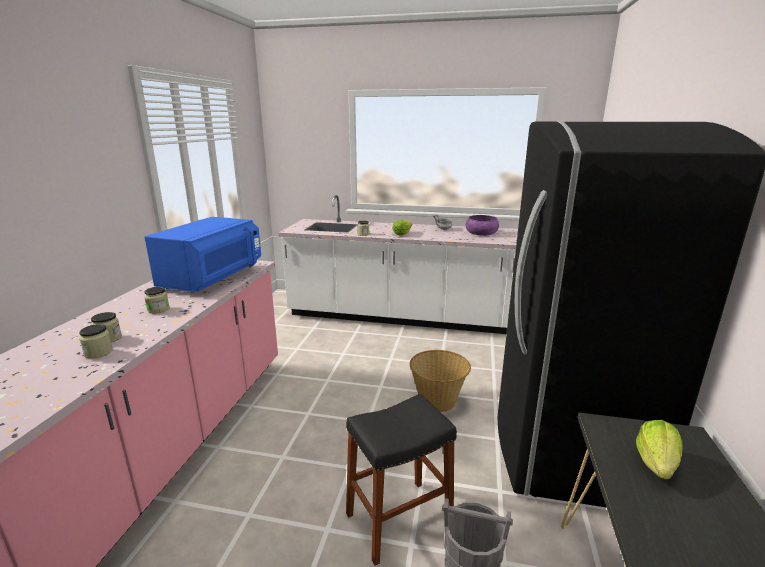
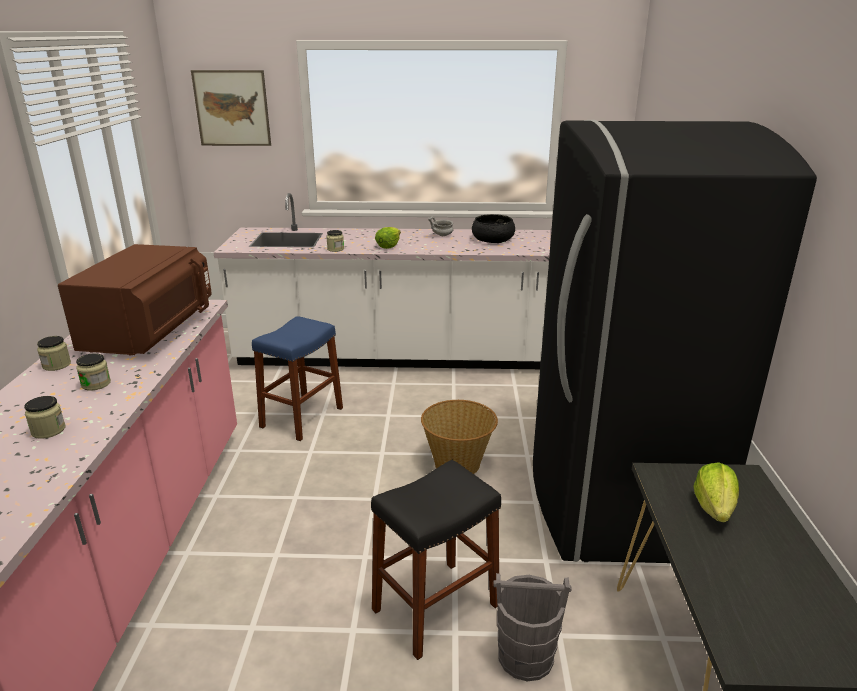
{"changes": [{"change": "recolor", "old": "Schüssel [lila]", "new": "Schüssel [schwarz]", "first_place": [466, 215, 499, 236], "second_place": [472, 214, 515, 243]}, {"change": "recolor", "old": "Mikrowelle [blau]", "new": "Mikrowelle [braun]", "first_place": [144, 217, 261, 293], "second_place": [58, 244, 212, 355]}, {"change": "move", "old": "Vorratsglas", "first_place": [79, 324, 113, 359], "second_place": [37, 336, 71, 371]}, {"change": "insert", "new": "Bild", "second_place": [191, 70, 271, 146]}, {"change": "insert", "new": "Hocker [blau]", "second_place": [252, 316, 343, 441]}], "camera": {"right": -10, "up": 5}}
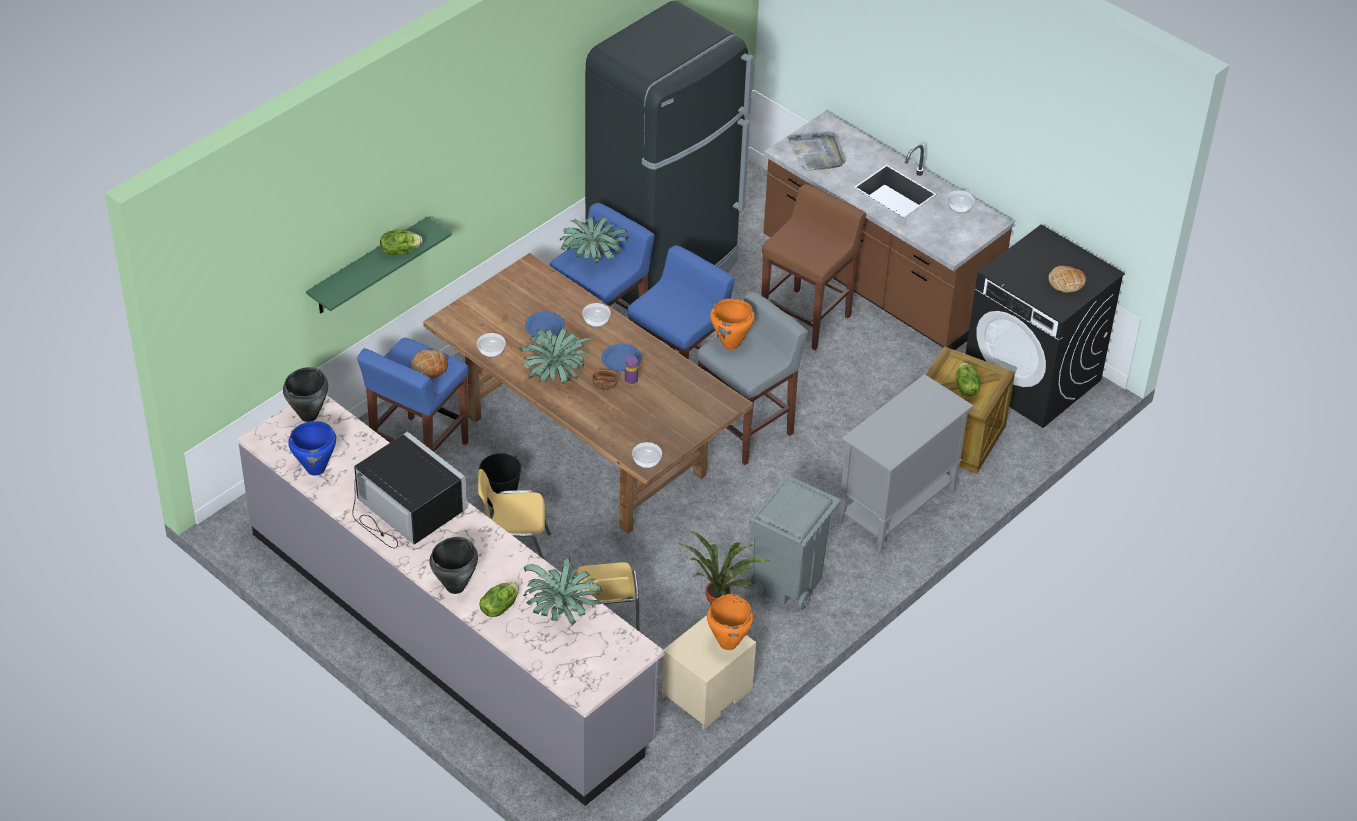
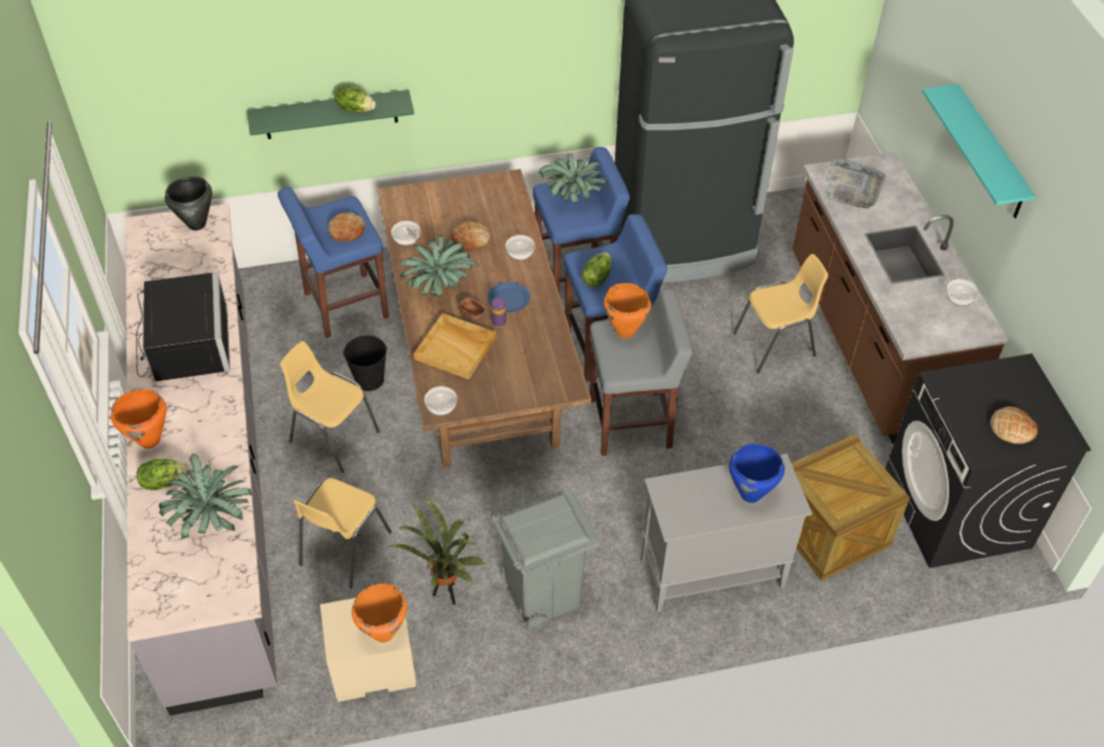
{"changes": [{"change": "replace", "old": "Hocker [braun]", "new": "Stuhl [gelb]", "first_place": [761, 184, 866, 350], "second_place": [733, 254, 828, 373]}, {"change": "replace", "old": "Teller [blau]", "new": "Brot", "first_place": [525, 311, 565, 338], "second_place": [451, 221, 490, 251]}, {"change": "move", "old": "Salatkopf", "first_place": [956, 363, 981, 397], "second_place": [581, 252, 611, 286]}, {"change": "move", "old": "Kochtopf [blau]", "first_place": [288, 421, 336, 476], "second_place": [729, 444, 785, 503]}, {"change": "recolor", "old": "Kochtopf [schwarz]", "new": "Kochtopf [orange]", "first_place": [429, 537, 478, 594], "second_place": [111, 389, 167, 448]}, {"change": "insert", "new": "Wandregal [türkis]", "second_place": [922, 84, 1036, 218]}, {"change": "insert", "new": "Tablett [beige]", "second_place": [414, 313, 496, 379]}], "camera": {"right": 35, "up": 5}}
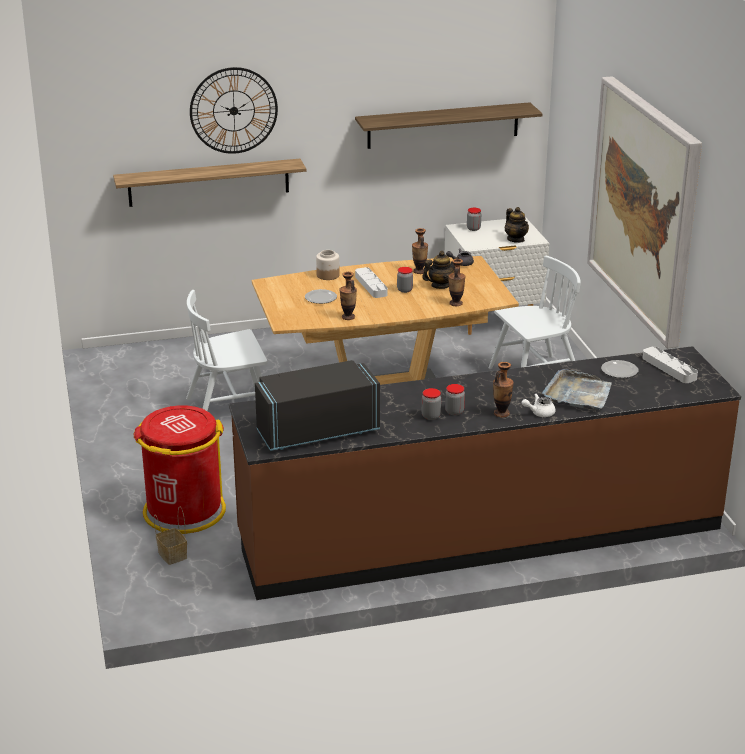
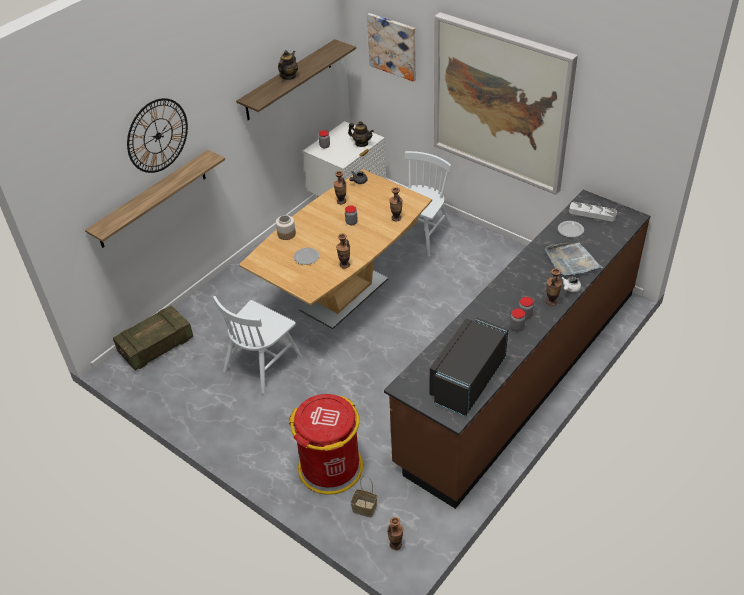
{"changes": [{"change": "move", "old": "Teekanne", "first_place": [422, 251, 460, 289], "second_place": [278, 50, 298, 80]}, {"change": "delete", "old": "Tablett [grau]", "first_place": [355, 267, 388, 298]}, {"change": "insert", "new": "Bild", "second_place": [367, 13, 416, 82]}, {"change": "insert", "new": "Kiste", "second_place": [113, 305, 193, 370]}, {"change": "insert", "new": "Vase", "second_place": [387, 517, 403, 550]}], "camera": {"right": -35, "up": 15}}
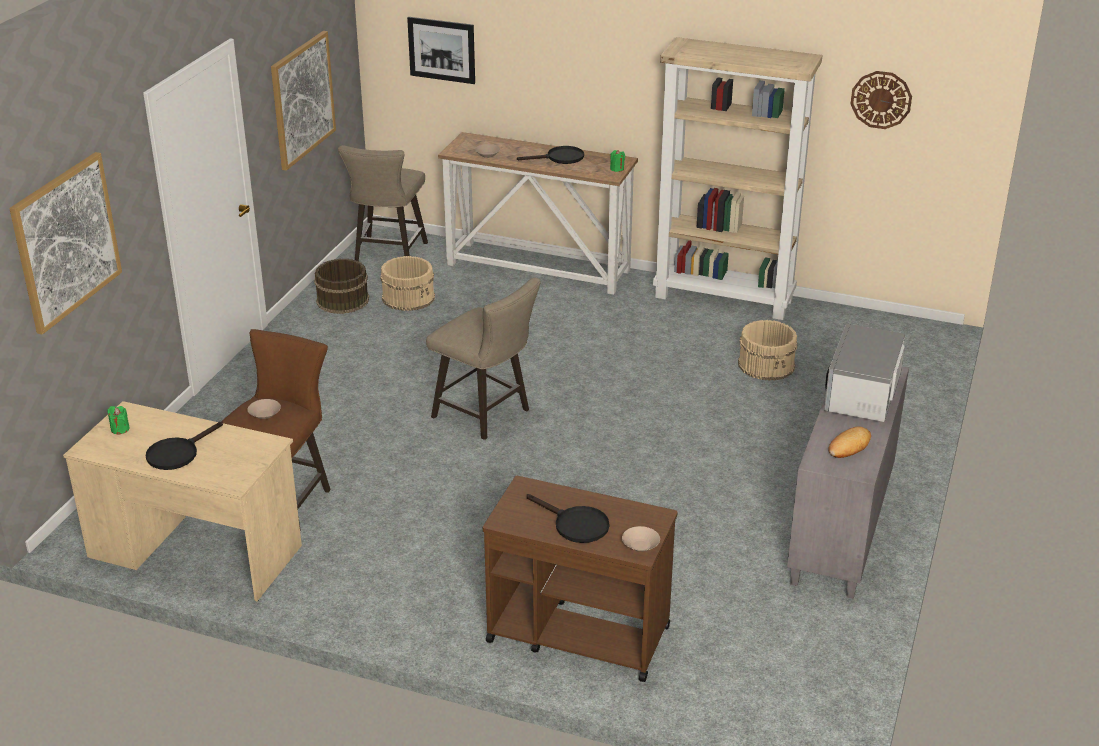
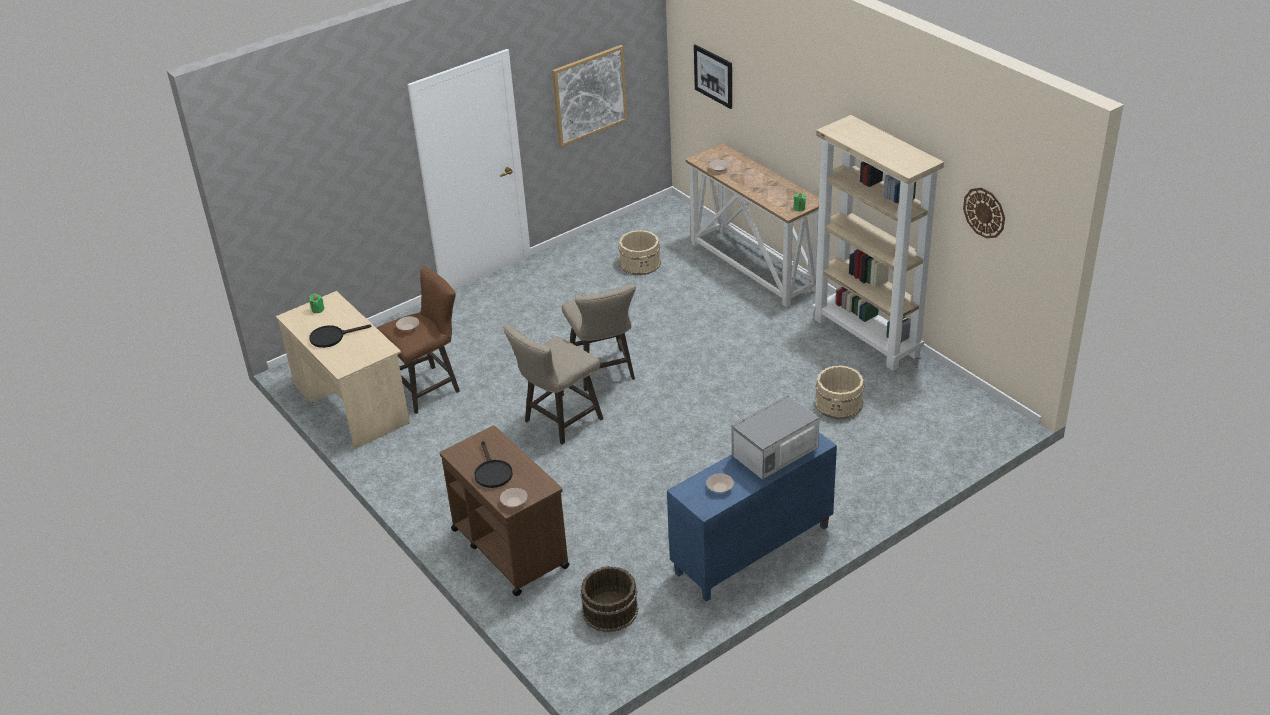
{"changes": [{"change": "move", "old": "Hocker [beige]", "first_place": [338, 145, 428, 261], "second_place": [503, 325, 603, 444]}, {"change": "delete", "old": "Pfanne [schwarz]", "first_place": [517, 146, 584, 164]}, {"change": "delete", "old": "Bild", "first_place": [9, 152, 122, 335]}, {"change": "move", "old": "Eimer [braun]", "first_place": [314, 259, 369, 314], "second_place": [580, 566, 639, 632]}, {"change": "recolor", "old": "Schrank [grau]", "new": "Schrank [blau]", "first_place": [787, 367, 909, 599], "second_place": [667, 433, 837, 602]}, {"change": "replace", "old": "Brot", "new": "Schüssel [beige]", "first_place": [828, 426, 871, 458], "second_place": [706, 474, 734, 493]}], "camera": {"right": 35, "up": 5}}
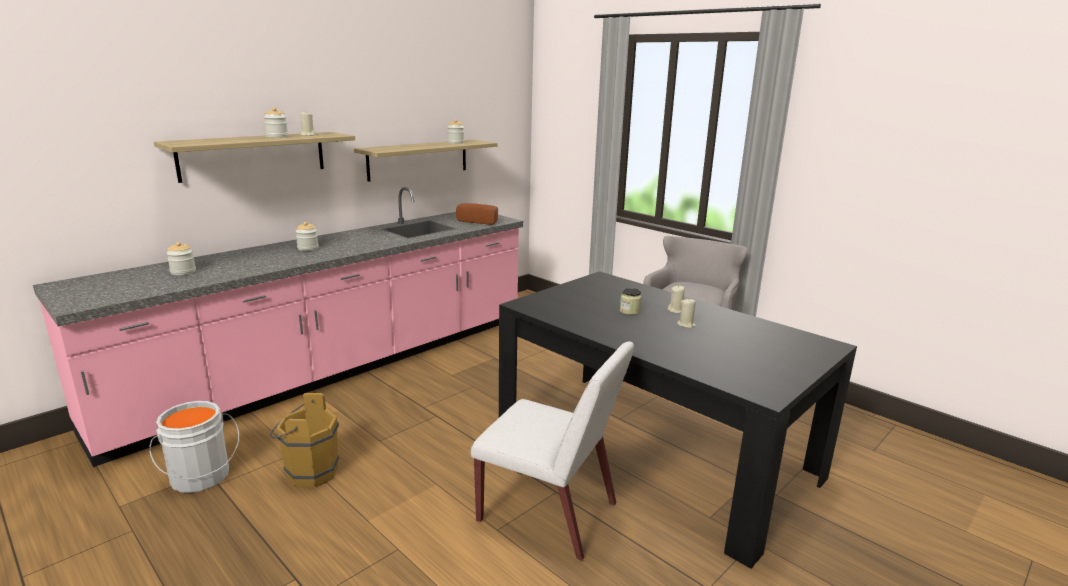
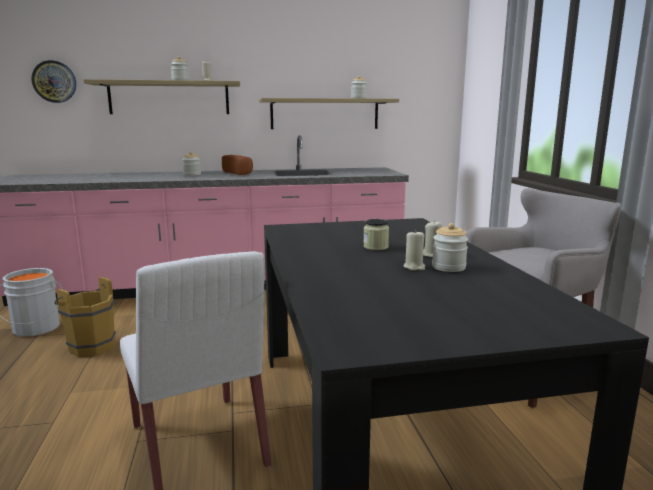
{"changes": [{"change": "move", "old": "Brot", "first_place": [456, 203, 498, 225], "second_place": [222, 155, 253, 175]}, {"change": "move", "old": "Vorratsglas", "first_place": [167, 242, 196, 275], "second_place": [432, 223, 468, 272]}, {"change": "insert", "new": "Wanduhr", "second_place": [32, 60, 76, 103]}], "camera": {"right": 35, "up": -5}}
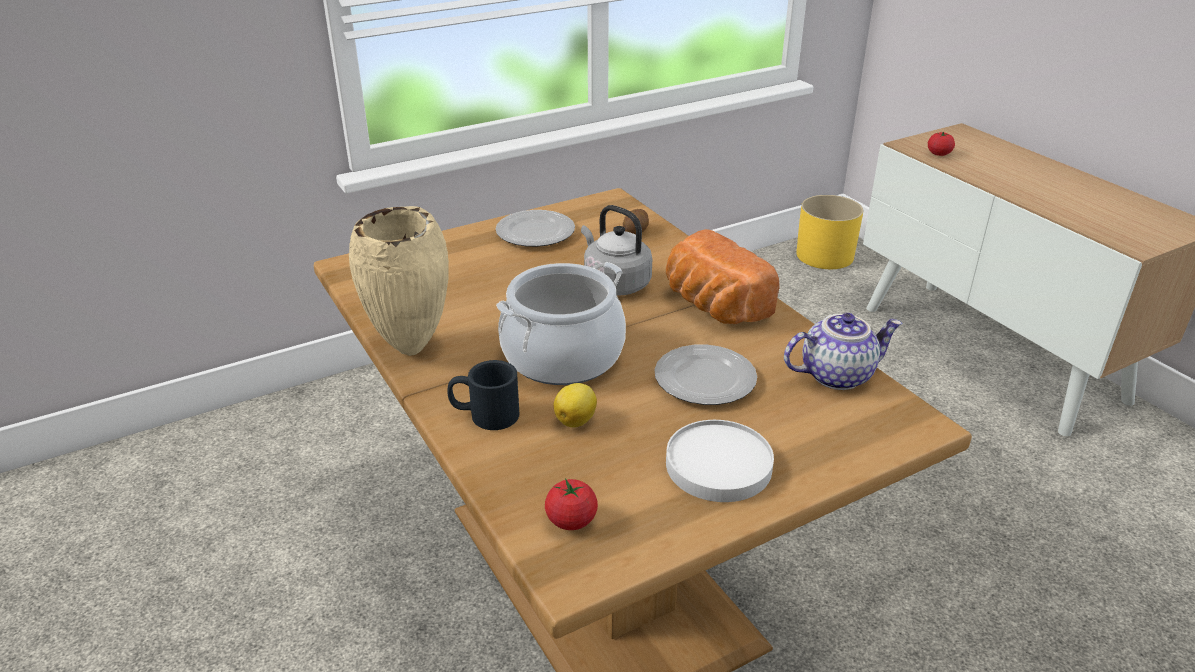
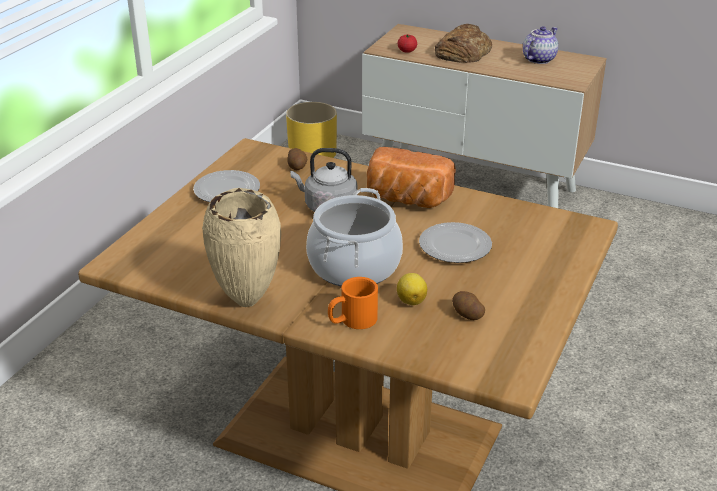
{"changes": [{"change": "move", "old": "Teekanne", "first_place": [784, 313, 903, 390], "second_place": [523, 26, 558, 64]}, {"change": "recolor", "old": "Henkelbecher [schwarz]", "new": "Henkelbecher [orange]", "first_place": [447, 360, 520, 430], "second_place": [328, 277, 378, 329]}, {"change": "delete", "old": "Teller [weiß]", "first_place": [666, 420, 774, 502]}, {"change": "delete", "old": "Tomate", "first_place": [545, 478, 598, 530]}, {"change": "insert", "new": "Brot", "second_place": [435, 24, 492, 63]}, {"change": "insert", "new": "Kartoffel", "second_place": [452, 291, 485, 320]}], "camera": {"right": -35, "up": 0}}
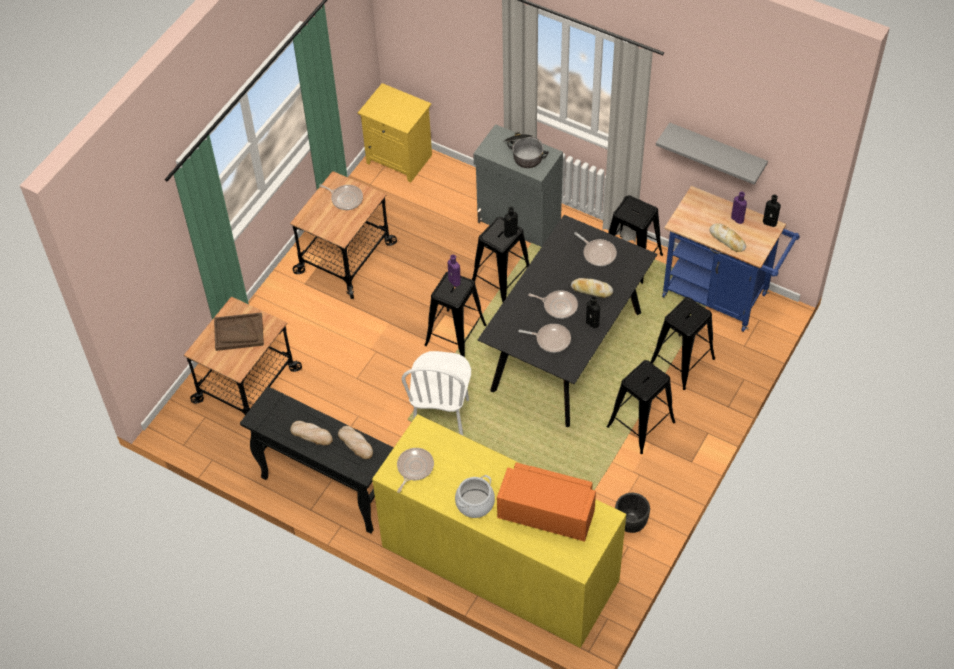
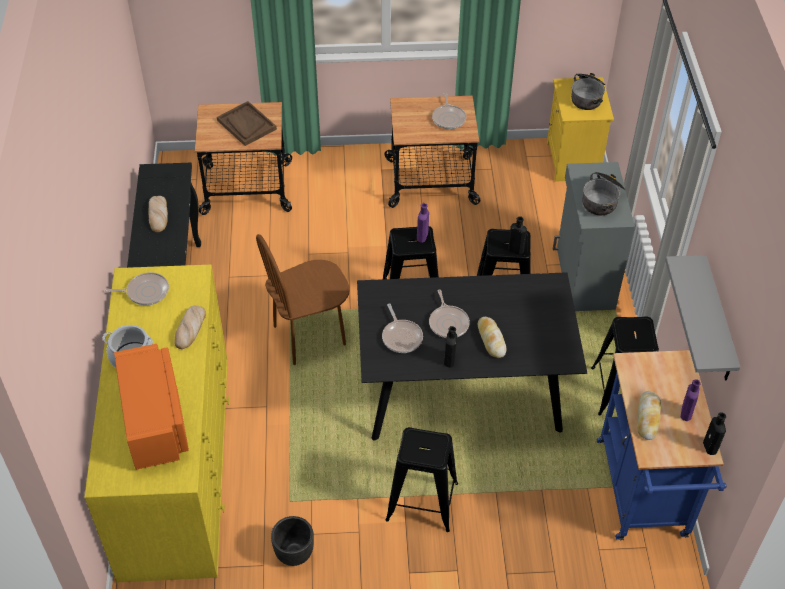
{"changes": [{"change": "delete", "old": "Pfanne", "first_place": [574, 232, 617, 266]}, {"change": "delete", "old": "Hocker [schwarz]", "first_place": [651, 297, 715, 390]}, {"change": "recolor", "old": "Stuhl [weiß]", "new": "Stuhl [braun]", "first_place": [402, 351, 471, 436], "second_place": [256, 234, 350, 365]}, {"change": "move", "old": "Brot", "first_place": [338, 426, 373, 459], "second_place": [174, 305, 206, 349]}, {"change": "insert", "new": "Kochtopf", "second_place": [571, 73, 606, 110]}], "camera": {"right": 55, "up": -5}}
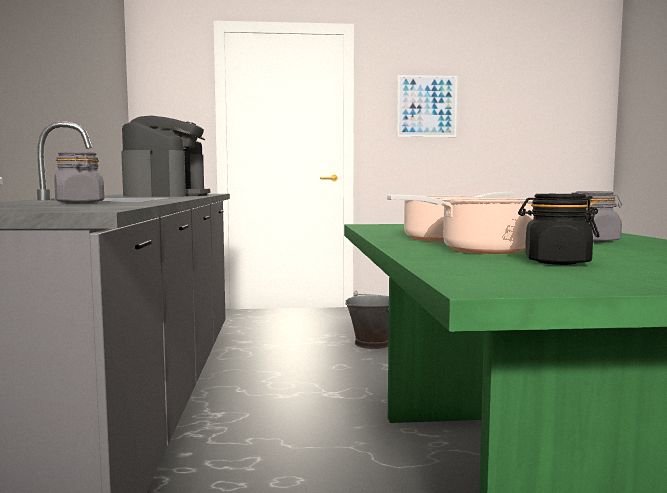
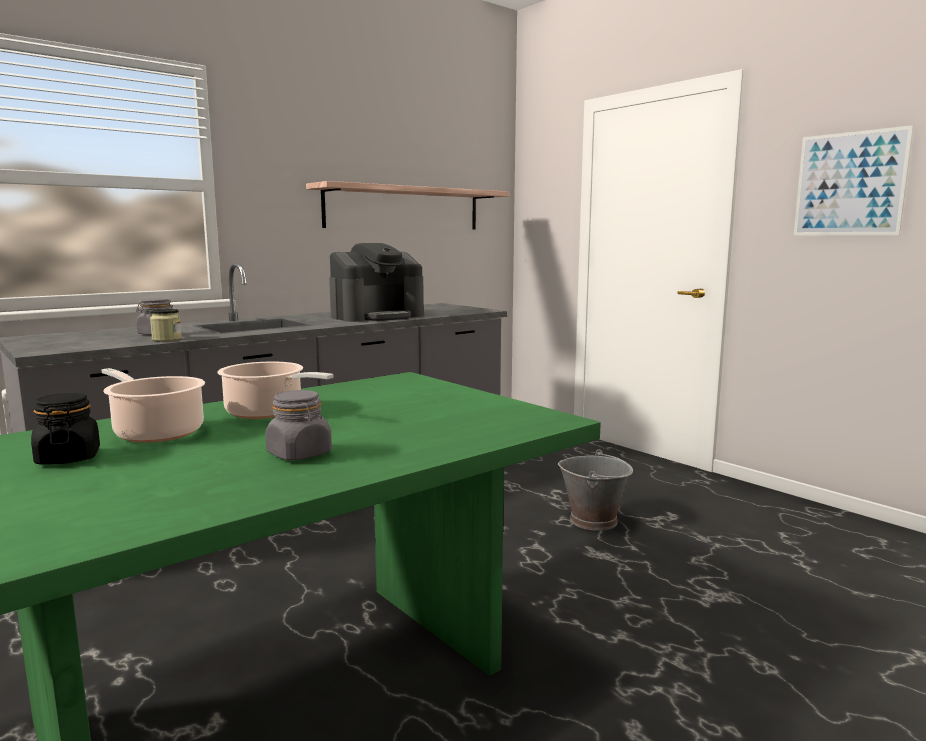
{"changes": [{"change": "insert", "new": "Wandregal", "second_place": [306, 181, 509, 229]}, {"change": "insert", "new": "Vorratsglas", "second_place": [150, 309, 182, 341]}], "camera": {"right": 55, "up": 5}}
